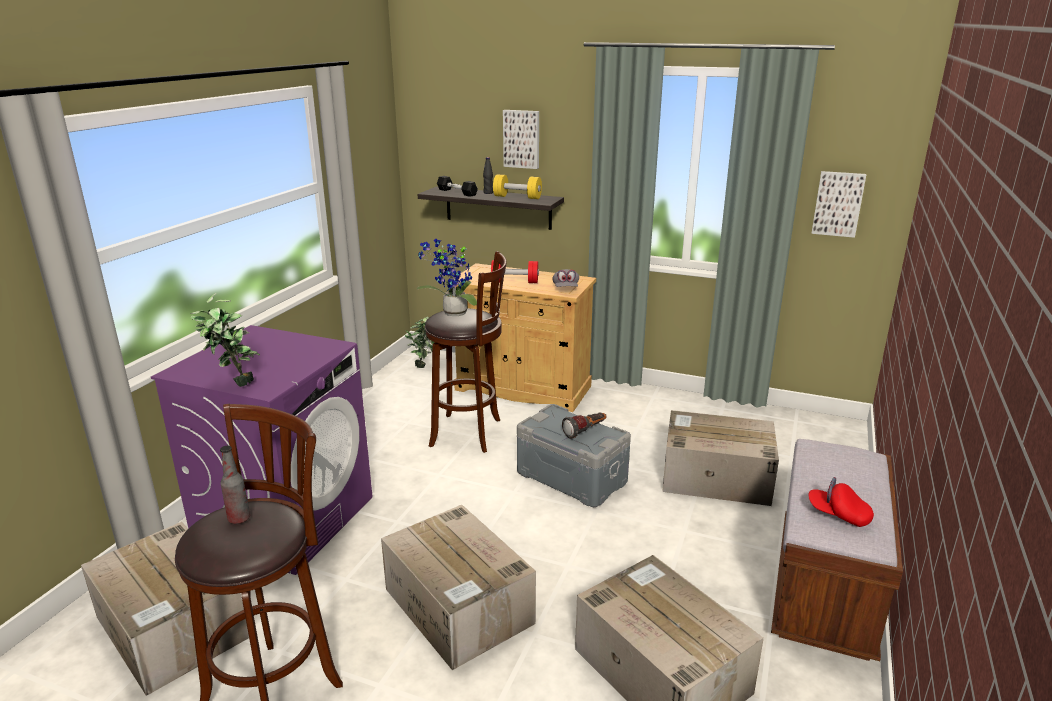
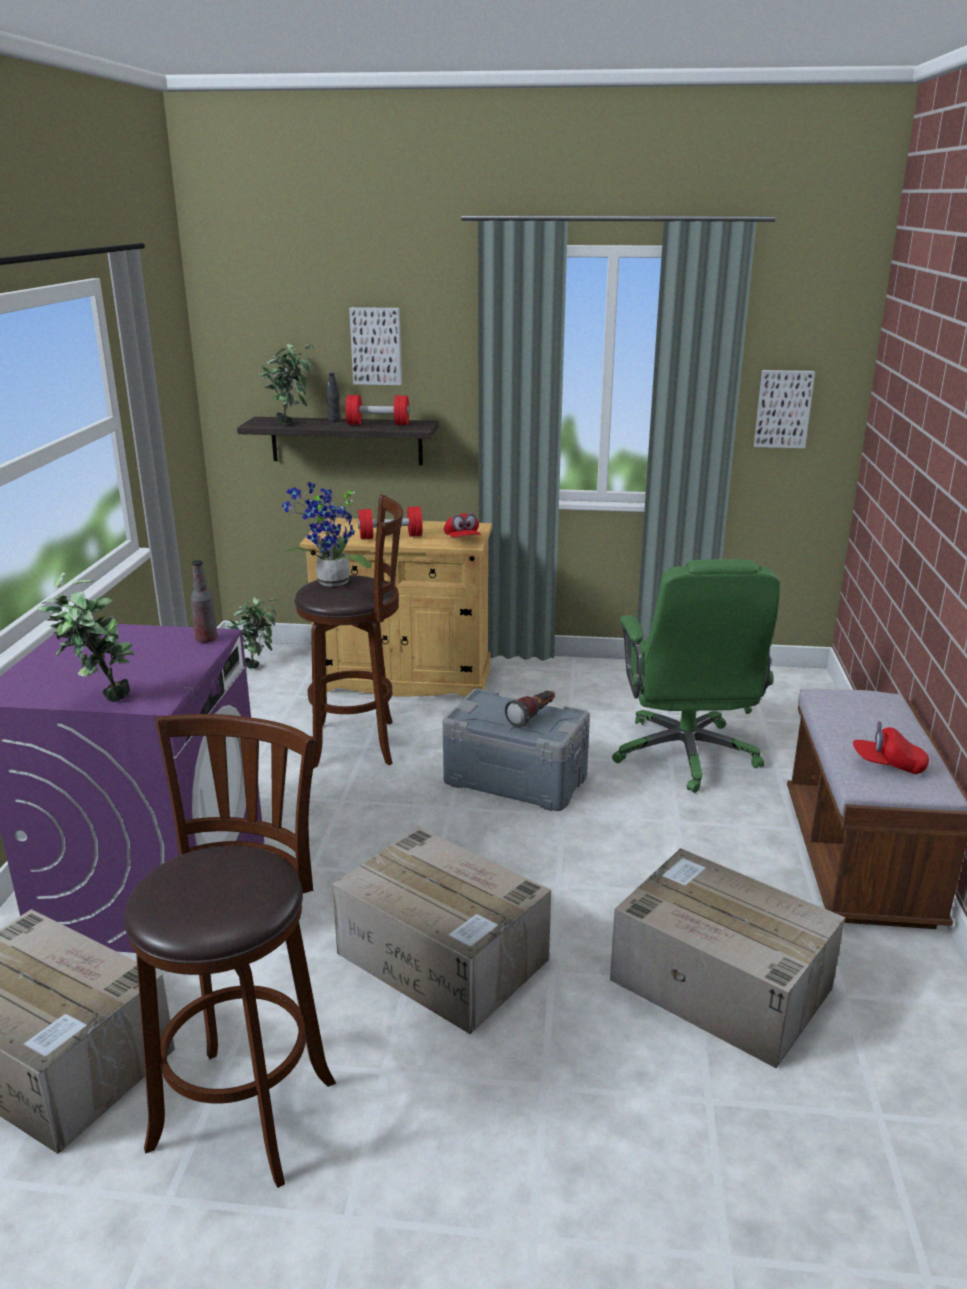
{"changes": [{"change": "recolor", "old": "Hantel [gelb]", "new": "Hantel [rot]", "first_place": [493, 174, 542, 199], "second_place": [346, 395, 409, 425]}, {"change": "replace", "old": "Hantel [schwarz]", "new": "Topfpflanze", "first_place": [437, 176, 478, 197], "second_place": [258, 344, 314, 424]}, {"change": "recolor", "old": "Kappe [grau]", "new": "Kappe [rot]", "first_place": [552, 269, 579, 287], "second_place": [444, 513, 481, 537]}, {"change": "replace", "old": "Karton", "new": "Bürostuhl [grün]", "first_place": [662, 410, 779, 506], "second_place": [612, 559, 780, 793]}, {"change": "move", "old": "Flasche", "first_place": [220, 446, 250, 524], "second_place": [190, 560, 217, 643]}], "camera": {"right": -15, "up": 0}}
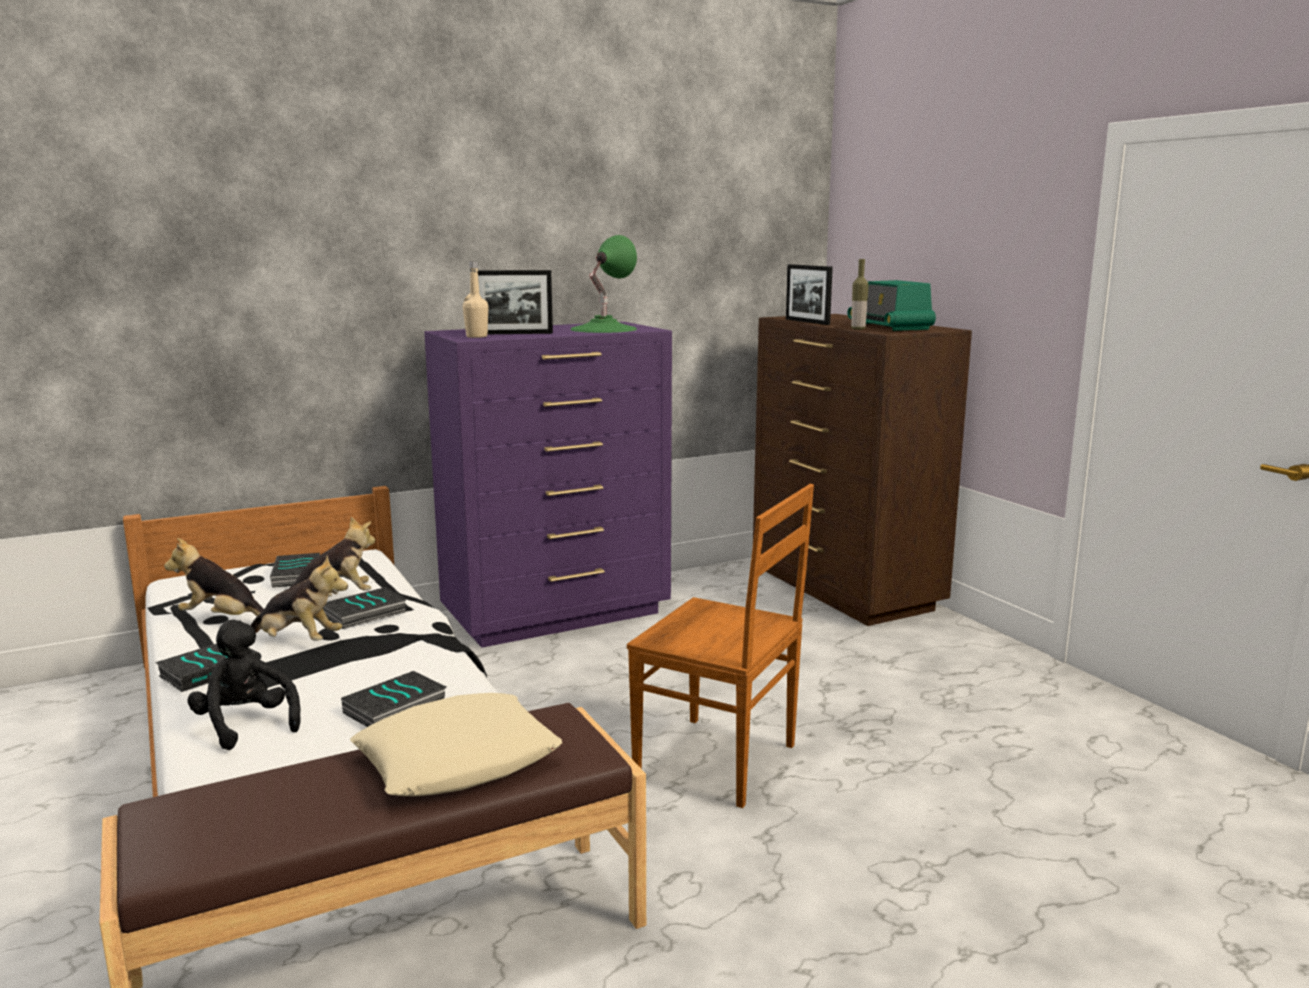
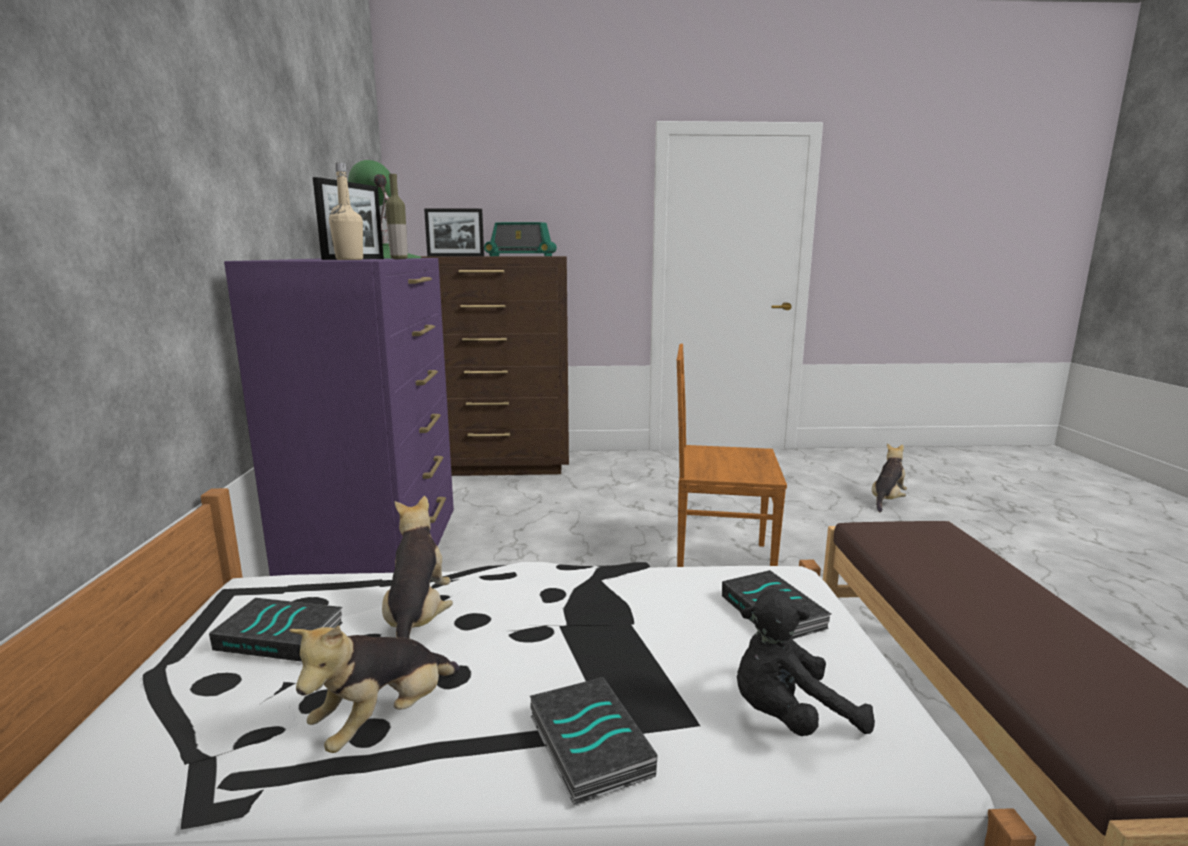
{"changes": [{"change": "move", "old": "Flasche", "first_place": [851, 259, 869, 330], "second_place": [385, 174, 408, 259]}, {"change": "rotate", "old": "Stuhl [braun]", "first_place": [627, 484, 814, 808], "second_place": [677, 344, 787, 567], "degrees": -135}, {"change": "move", "old": "Plüschtier", "first_place": [251, 556, 348, 641], "second_place": [872, 443, 907, 512]}, {"change": "delete", "old": "Buch", "first_place": [323, 587, 407, 629]}, {"change": "delete", "old": "Kissen [beige]", "first_place": [350, 693, 562, 796]}], "camera": {"right": -65, "up": 0}}
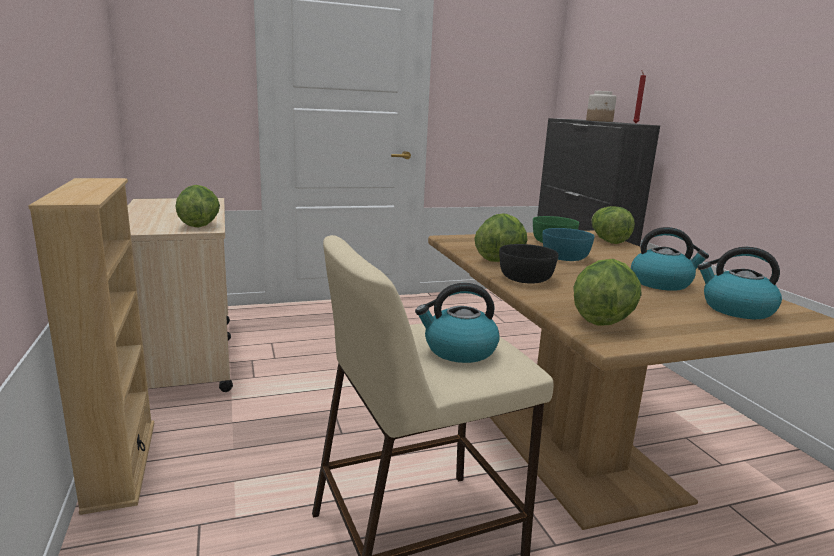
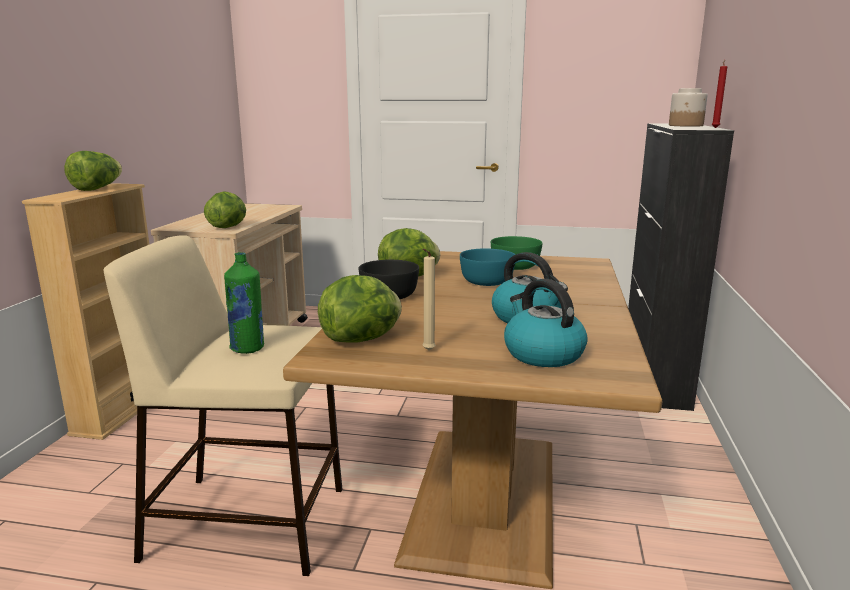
{"changes": [{"change": "move", "old": "Salatkopf", "first_place": [592, 206, 635, 244], "second_place": [64, 151, 122, 191]}, {"change": "replace", "old": "Wasserkessel", "new": "Flasche [grün]", "first_place": [415, 283, 500, 363], "second_place": [224, 252, 264, 354]}, {"change": "insert", "new": "Kerze [beige]", "second_place": [423, 249, 436, 351]}], "camera": {"right": 30, "up": 0}}
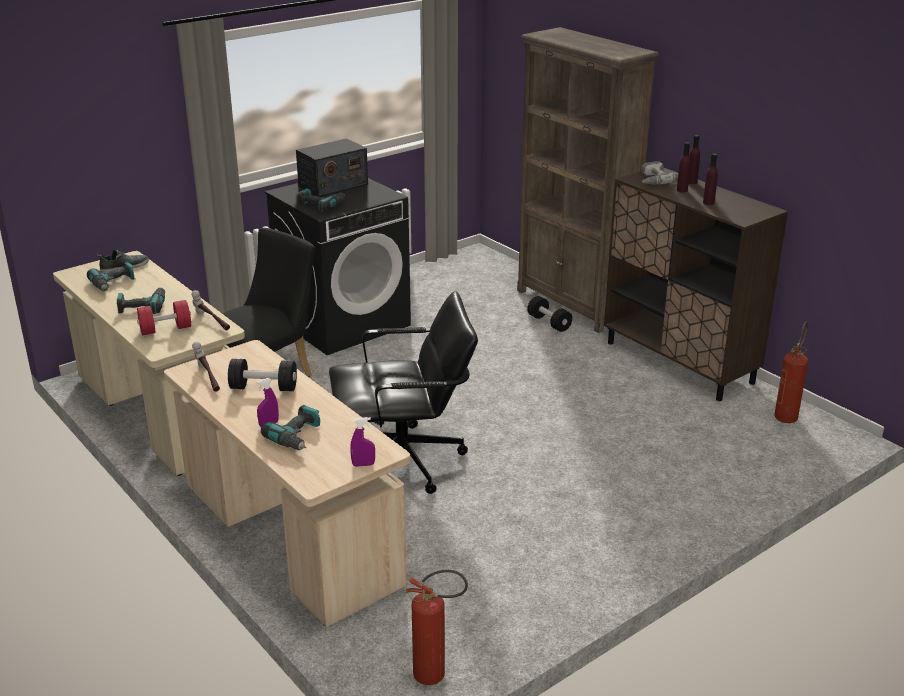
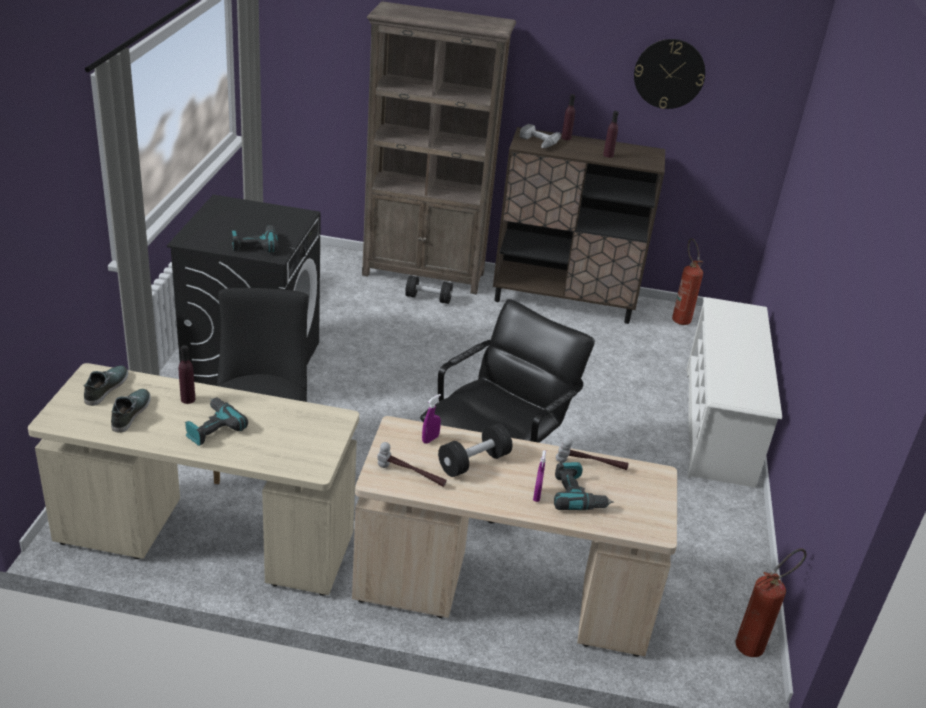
{"changes": [{"change": "delete", "old": "Radio", "first_place": [296, 138, 368, 197]}, {"change": "move", "old": "Flasche [lila]", "first_place": [677, 142, 691, 192], "second_place": [179, 345, 195, 404]}, {"change": "replace", "old": "Bohrmaschine", "new": "Schuh", "first_place": [87, 262, 135, 291], "second_place": [111, 389, 151, 433]}, {"change": "move", "old": "Hammer", "first_place": [191, 290, 230, 330], "second_place": [556, 437, 629, 470]}, {"change": "delete", "old": "Hantel [rot]", "first_place": [137, 300, 191, 335]}, {"change": "move", "old": "Sprühflasche [lila]", "first_place": [350, 417, 375, 467], "second_place": [422, 394, 441, 444]}, {"change": "insert", "new": "Wanduhr", "second_place": [634, 39, 705, 109]}, {"change": "insert", "new": "Schuhregal [weiß]", "second_place": [687, 297, 782, 488]}], "camera": {"right": -45, "up": 5}}
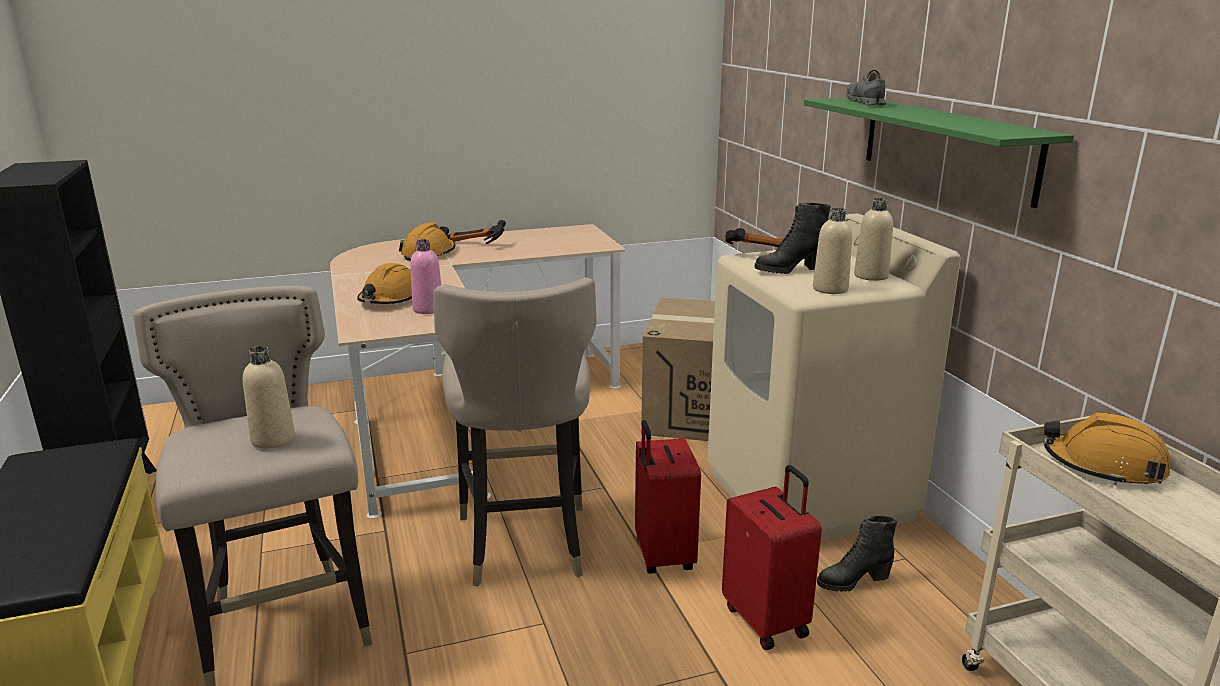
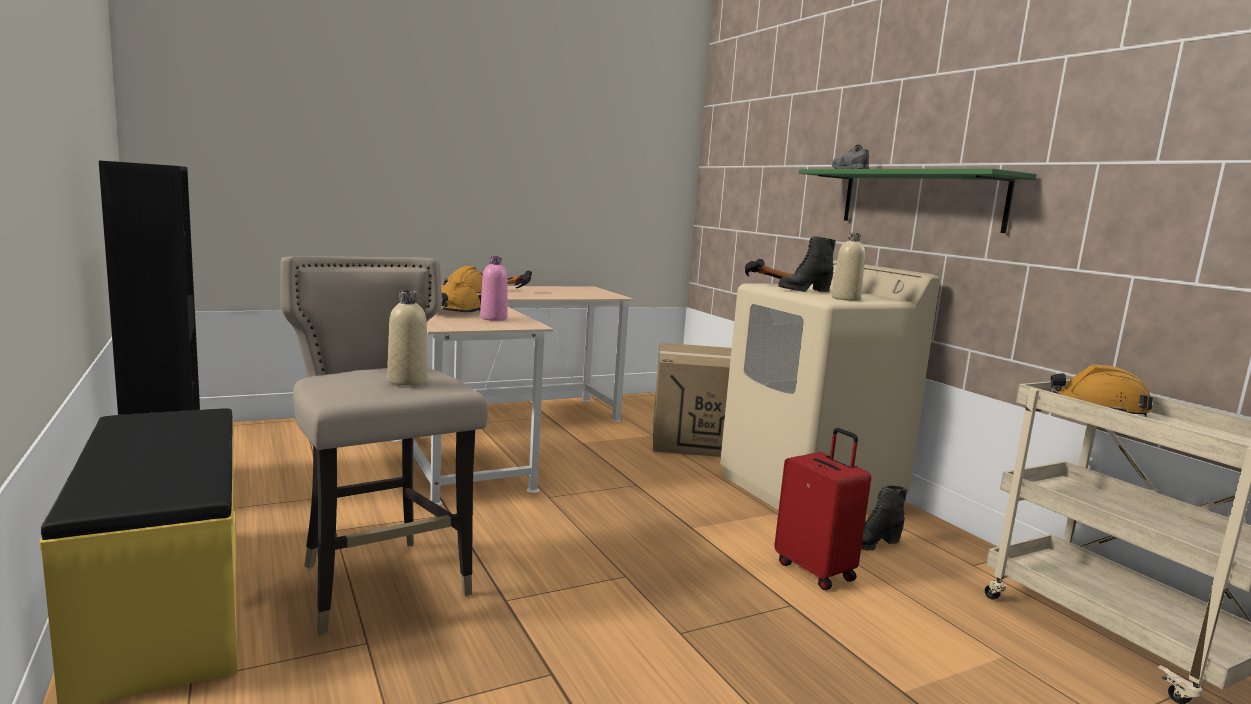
{"changes": [{"change": "delete", "old": "Flasche [beige]", "first_place": [854, 198, 893, 281]}, {"change": "delete", "old": "Hocker [beige]", "first_place": [433, 277, 597, 586]}, {"change": "delete", "old": "Koffer [rot]", "first_place": [635, 420, 701, 574]}], "camera": {"right": -10, "up": -10}}
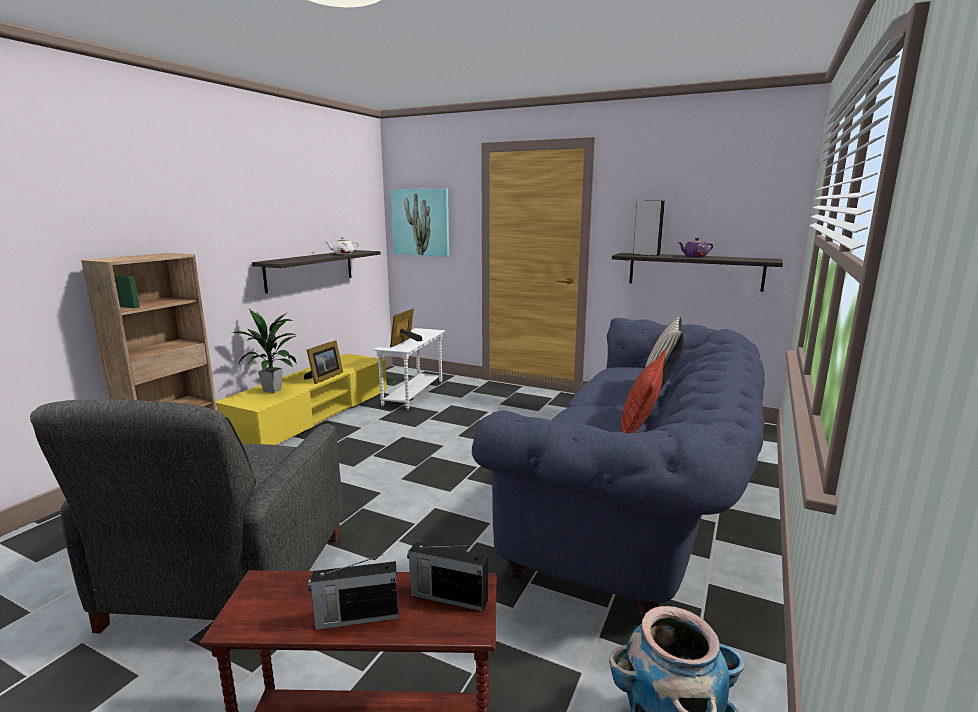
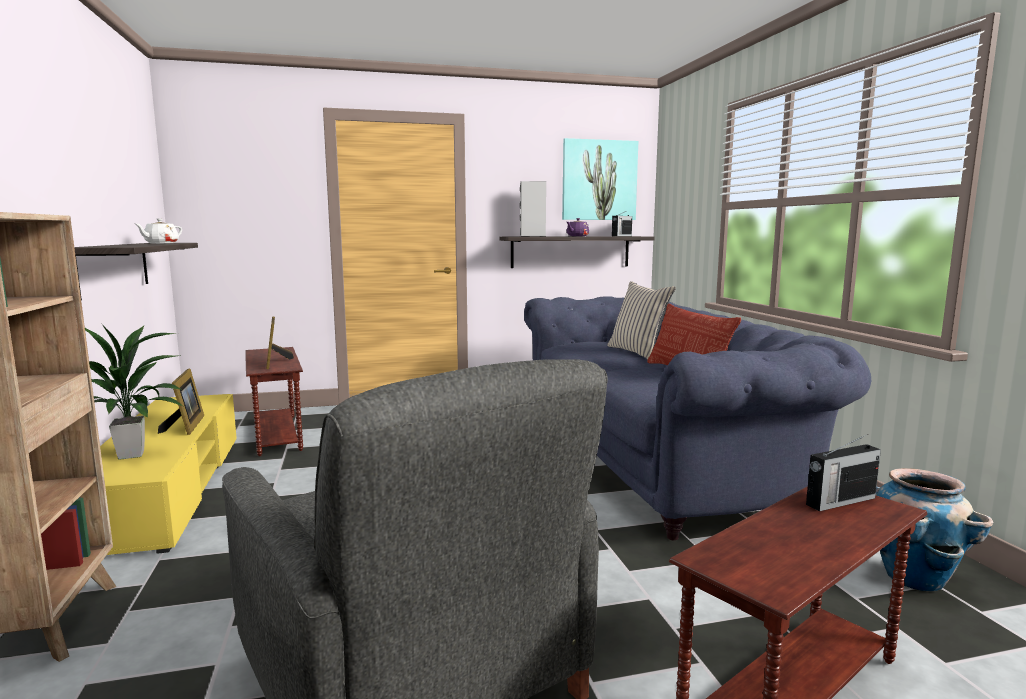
{"changes": [{"change": "move", "old": "Bild", "first_place": [391, 189, 449, 257], "second_place": [562, 138, 638, 220]}, {"change": "recolor", "old": "Beistelltisch [weiß]", "new": "Beistelltisch [braun]", "first_place": [374, 328, 445, 409], "second_place": [245, 347, 303, 456]}, {"change": "move", "old": "Radio", "first_place": [308, 554, 399, 630], "second_place": [612, 211, 632, 236]}], "camera": {"right": -40, "up": -5}}
